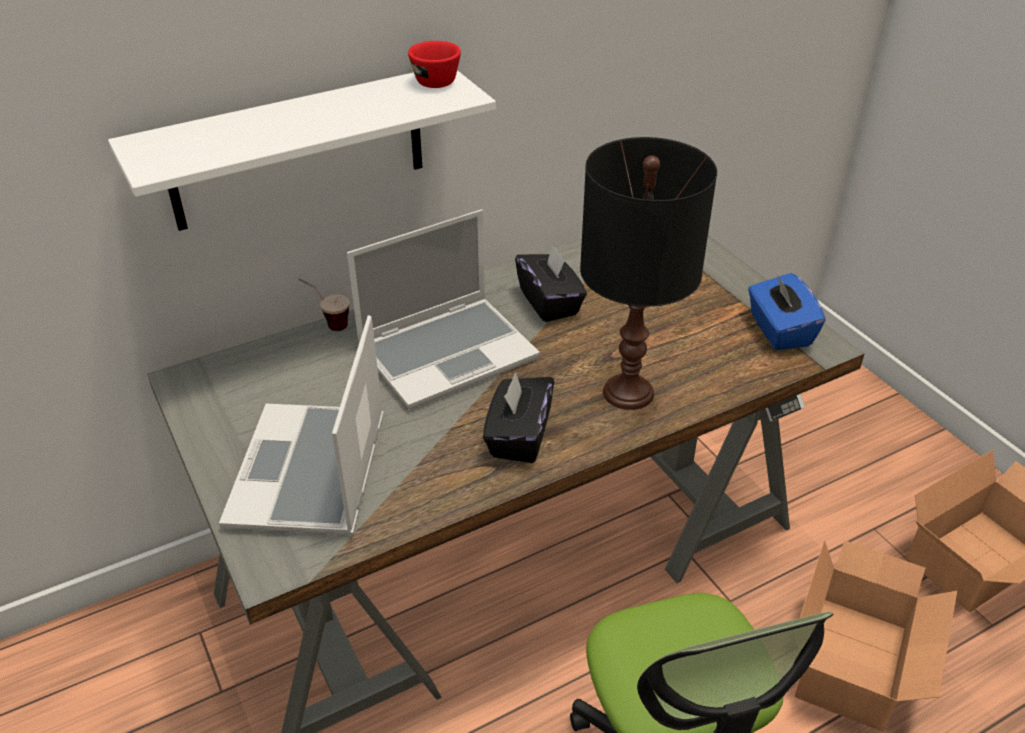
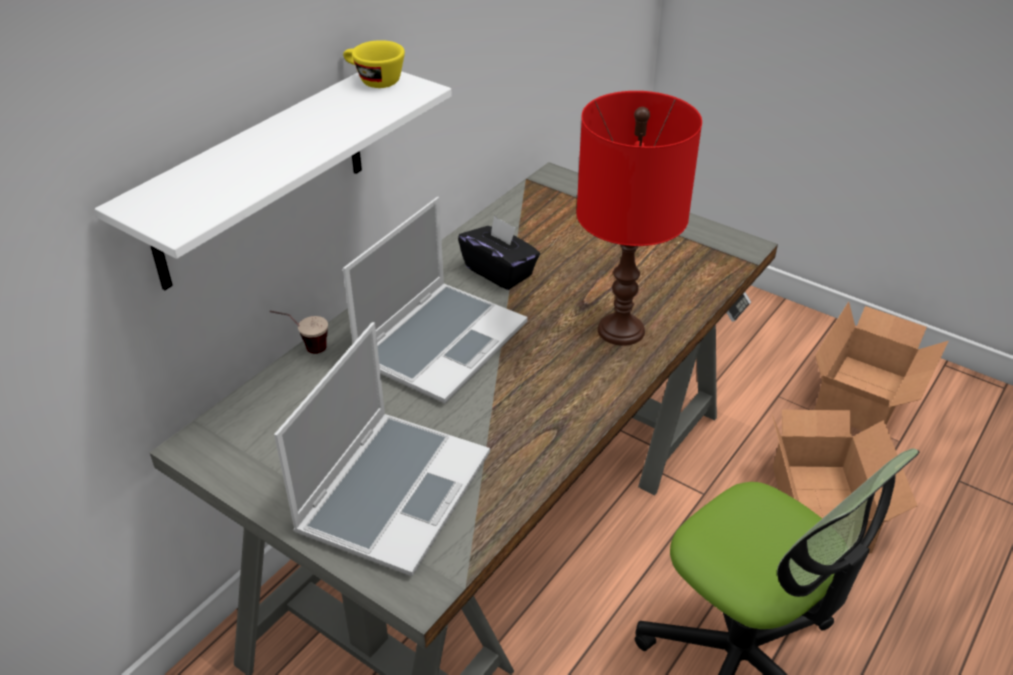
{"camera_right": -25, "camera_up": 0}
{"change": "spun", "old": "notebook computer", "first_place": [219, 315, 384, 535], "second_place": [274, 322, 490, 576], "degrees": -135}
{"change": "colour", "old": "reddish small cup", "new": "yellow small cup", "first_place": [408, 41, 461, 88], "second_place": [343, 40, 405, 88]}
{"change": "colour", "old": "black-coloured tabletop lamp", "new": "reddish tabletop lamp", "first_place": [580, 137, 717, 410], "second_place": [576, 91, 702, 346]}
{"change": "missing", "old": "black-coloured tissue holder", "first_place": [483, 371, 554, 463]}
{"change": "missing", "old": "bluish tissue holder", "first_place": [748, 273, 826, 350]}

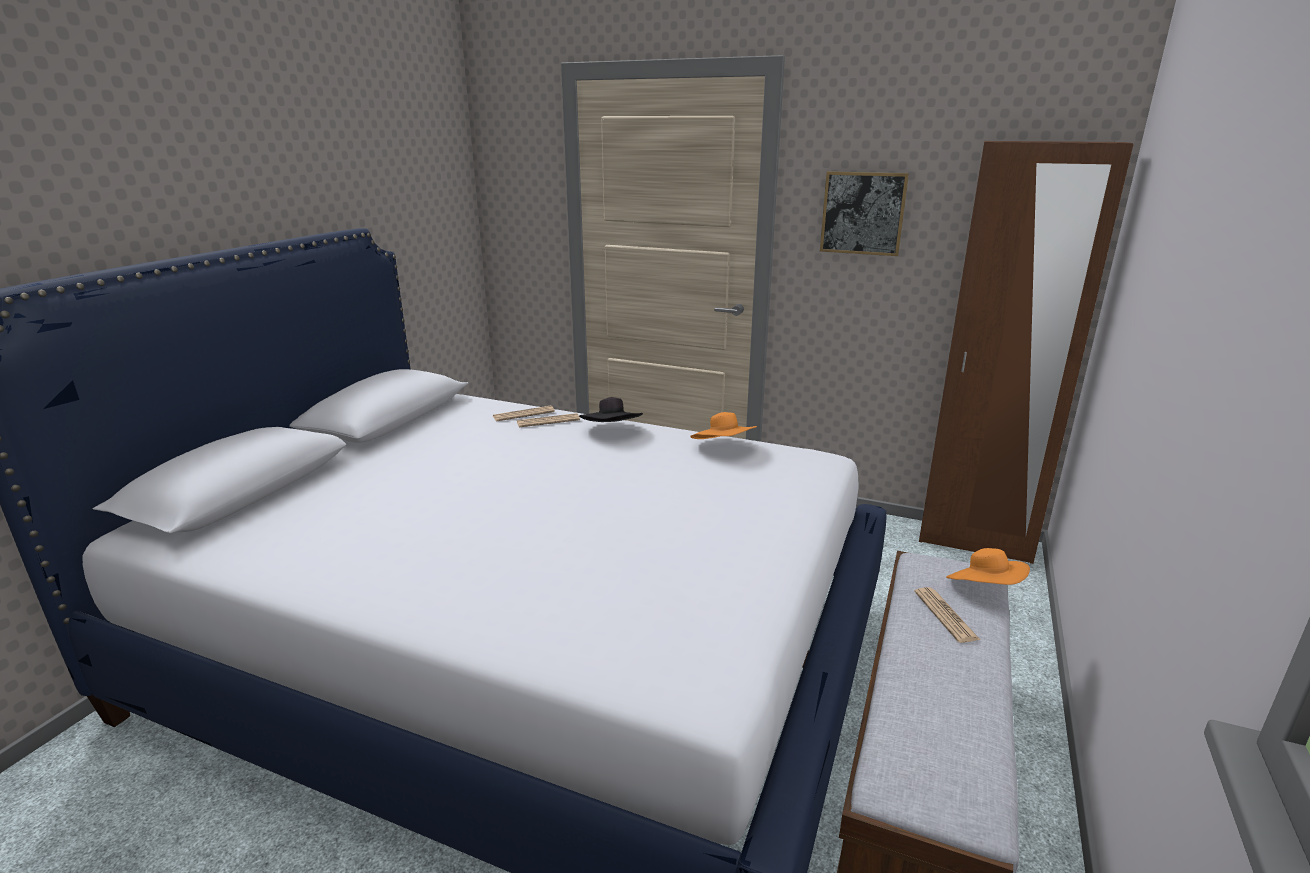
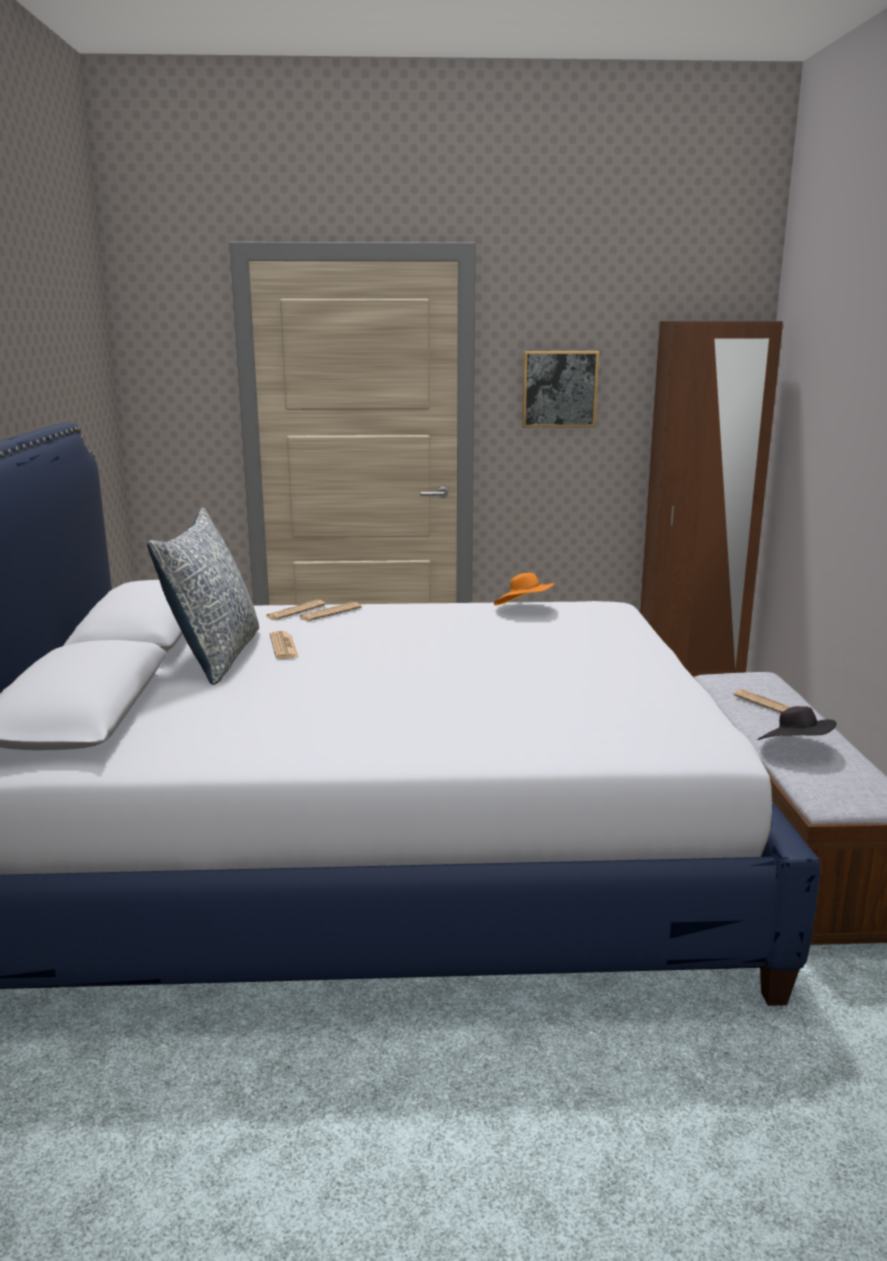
{"camera_right": -25, "camera_up": -5}
{"change": "appeared", "new": "throw pillow", "second_place": [147, 507, 259, 685]}
{"change": "appeared", "new": "daily paper", "second_place": [270, 631, 298, 659]}
{"change": "relocated", "old": "black-coloured clothing hat", "first_place": [579, 397, 643, 422], "second_place": [757, 706, 836, 740]}
{"change": "missing", "old": "orange-coloured clothing hat", "first_place": [946, 548, 1030, 585]}

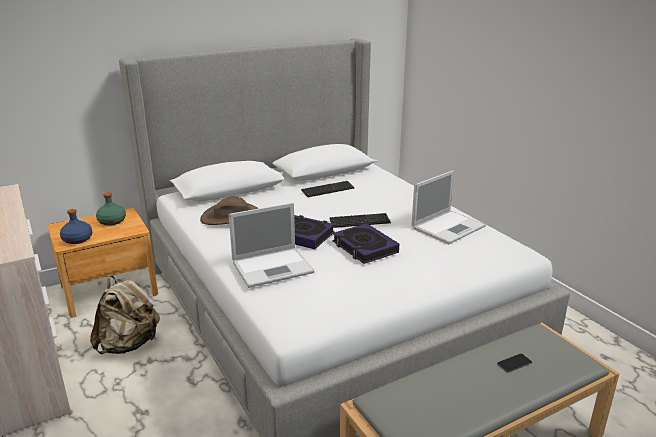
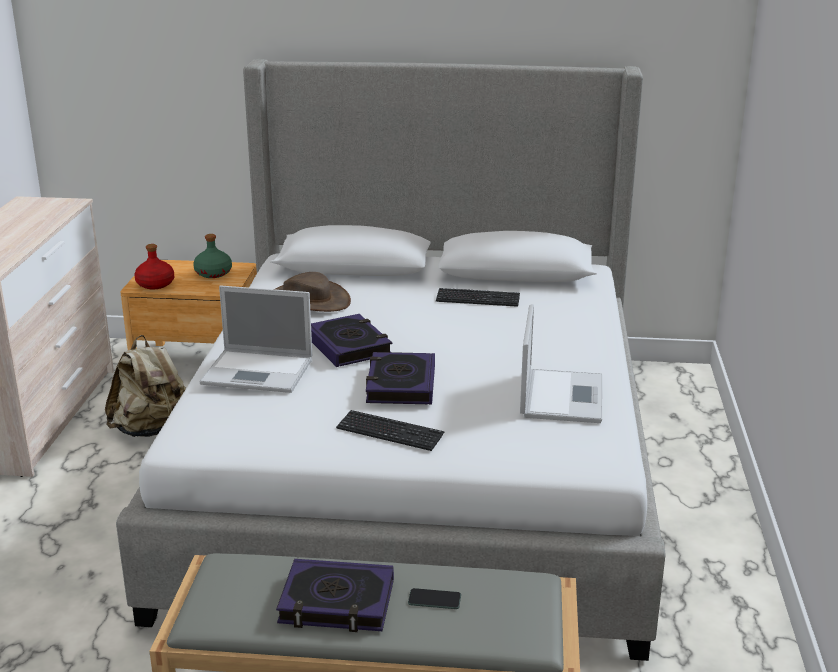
{"camera_right": 35, "camera_up": 0}
{"change": "colour", "old": "bluish bottle", "new": "reddish bottle", "first_place": [60, 209, 92, 244], "second_place": [134, 244, 174, 289]}
{"change": "appeared", "new": "volume", "second_place": [276, 559, 394, 632]}
{"change": "relocated", "old": "computer keyboard", "first_place": [329, 213, 391, 228], "second_place": [336, 410, 444, 451]}
{"change": "spun", "old": "notebook computer", "first_place": [411, 170, 486, 244], "second_place": [520, 304, 602, 423], "degrees": -75}

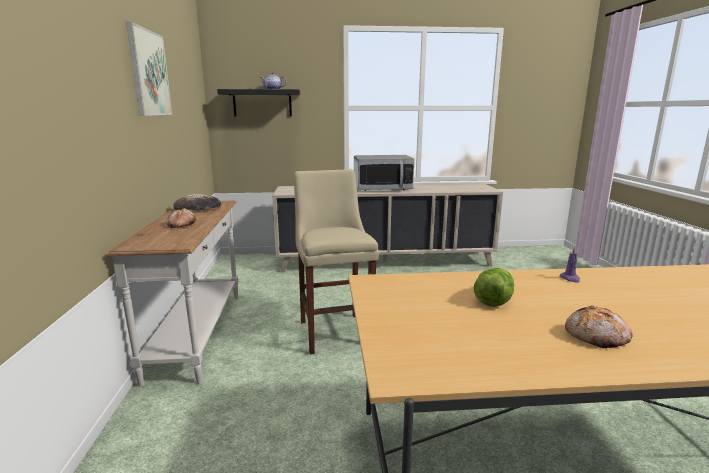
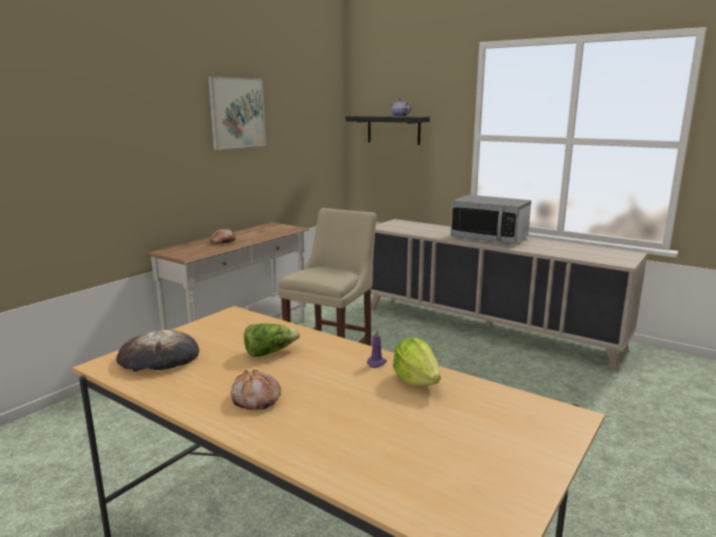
{"camera_right": 40, "camera_up": 0}
{"change": "relocated", "old": "baked bread", "first_place": [173, 193, 221, 210], "second_place": [116, 330, 199, 372]}
{"change": "appeared", "new": "lettuce", "second_place": [393, 337, 441, 387]}

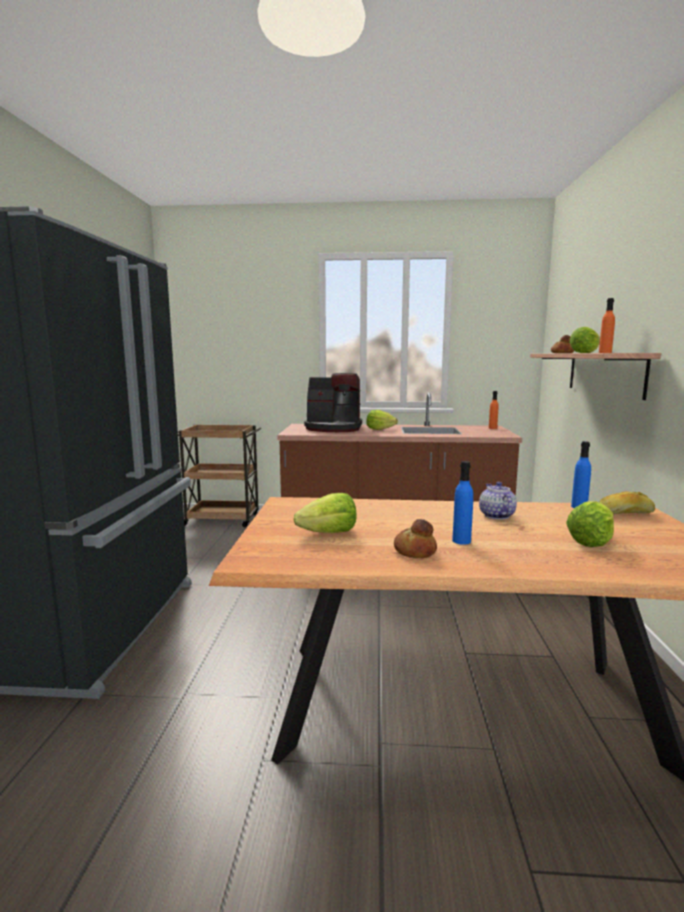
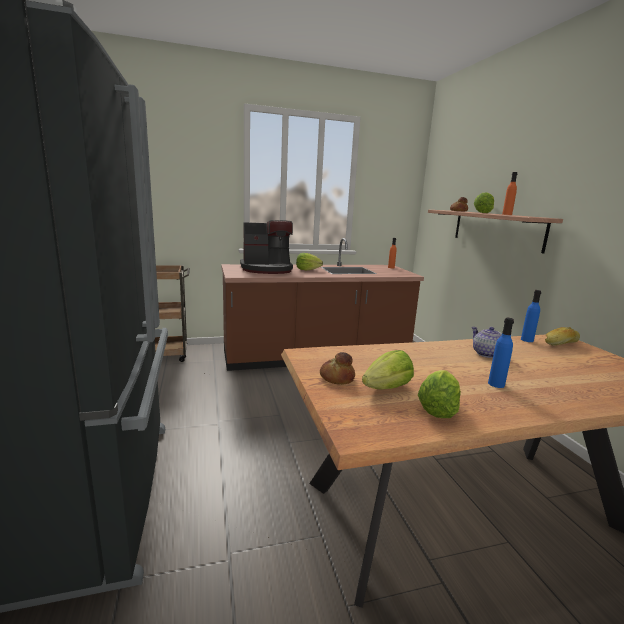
{"camera_right": -20, "camera_up": 5}
{"change": "relocated", "old": "baked bread", "first_place": [394, 519, 437, 558], "second_place": [320, 352, 355, 385]}
{"change": "relocated", "old": "lettuce", "first_place": [566, 502, 614, 547], "second_place": [418, 370, 461, 418]}

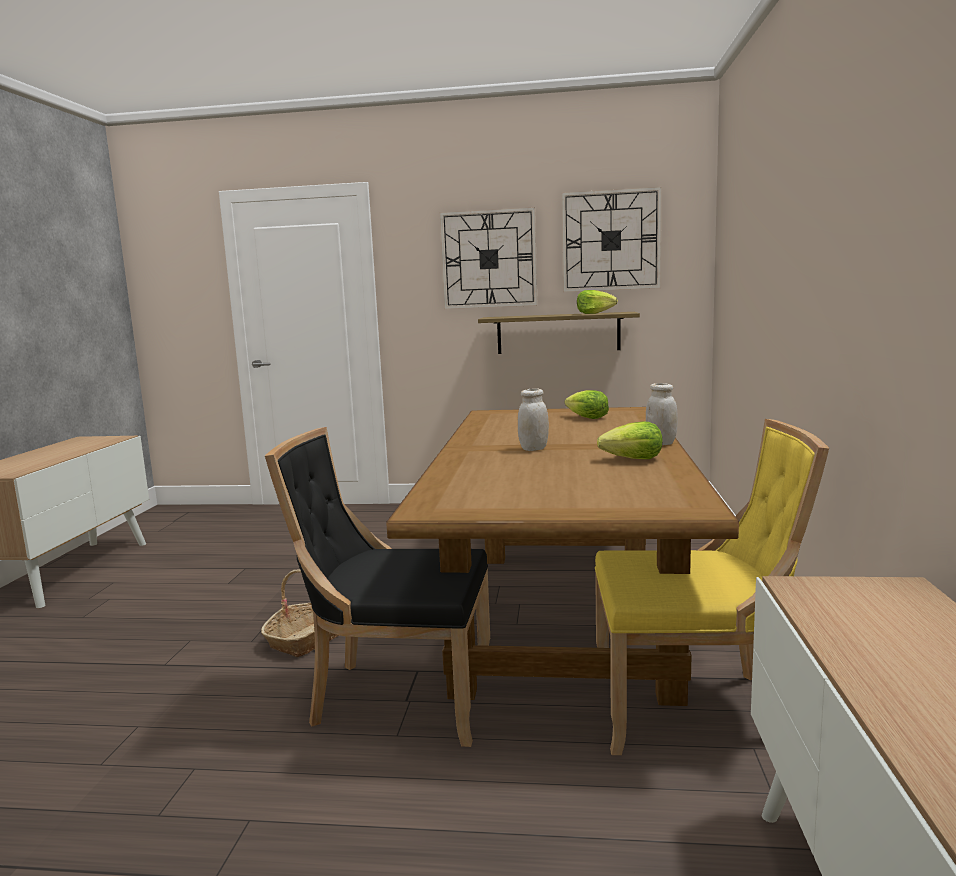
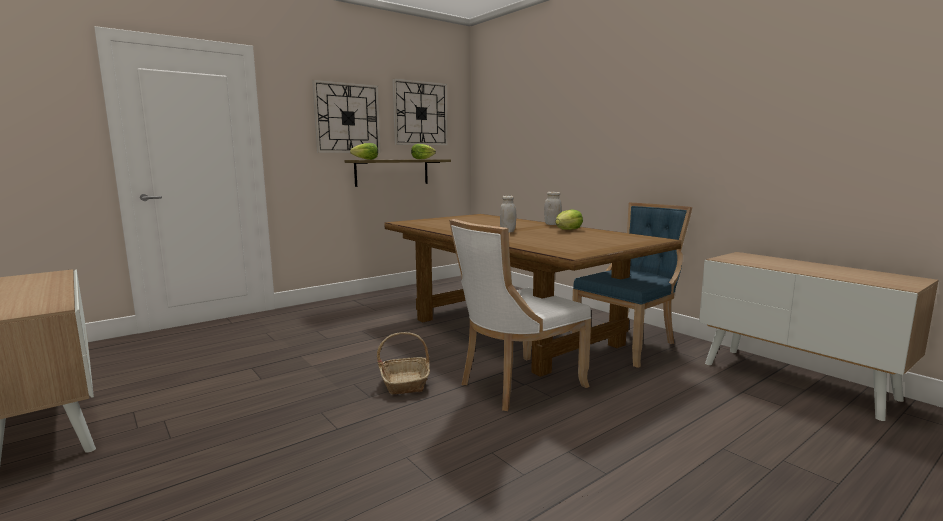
{"camera_right": -45, "camera_up": 0}
{"change": "relocated", "old": "lettuce", "first_place": [565, 390, 609, 419], "second_place": [350, 143, 378, 160]}
{"change": "colour", "old": "black-coloured upright chair", "new": "white upright chair", "first_place": [265, 427, 490, 747], "second_place": [449, 219, 591, 411]}
{"change": "colour", "old": "yellow upright chair", "new": "bluish upright chair", "first_place": [595, 419, 829, 755], "second_place": [572, 203, 692, 368]}

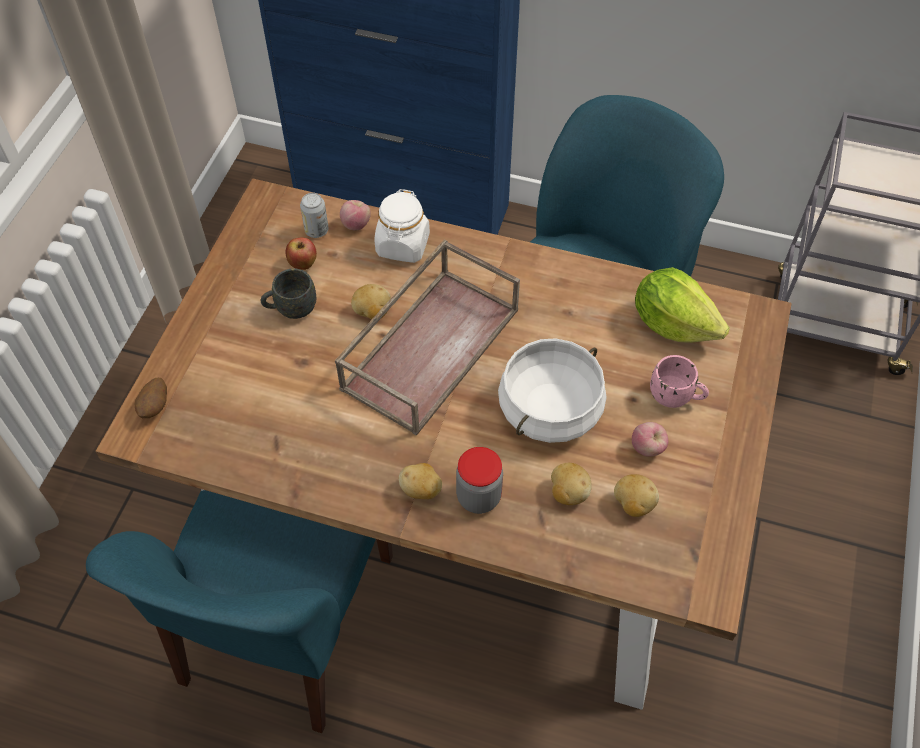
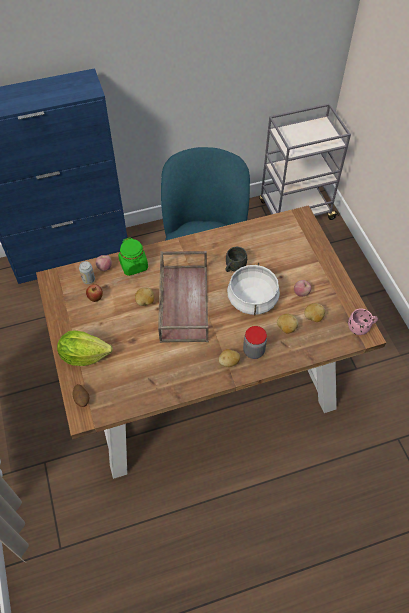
{"camera_right": -35, "camera_up": 0}
{"change": "relocated", "old": "lettuce", "first_place": [635, 267, 730, 343], "second_place": [57, 331, 113, 366]}
{"change": "colour", "old": "white storage jar", "new": "greenish storage jar", "first_place": [374, 189, 430, 263], "second_place": [118, 237, 148, 276]}
{"change": "relocated", "old": "gray coffee mug", "first_place": [261, 269, 317, 319], "second_place": [226, 247, 247, 272]}
{"change": "relocated", "old": "pink coffee mug", "first_place": [650, 355, 709, 408], "second_place": [348, 309, 378, 335]}
{"change": "missing", "old": "bluish upright chair", "first_place": [86, 490, 393, 733]}

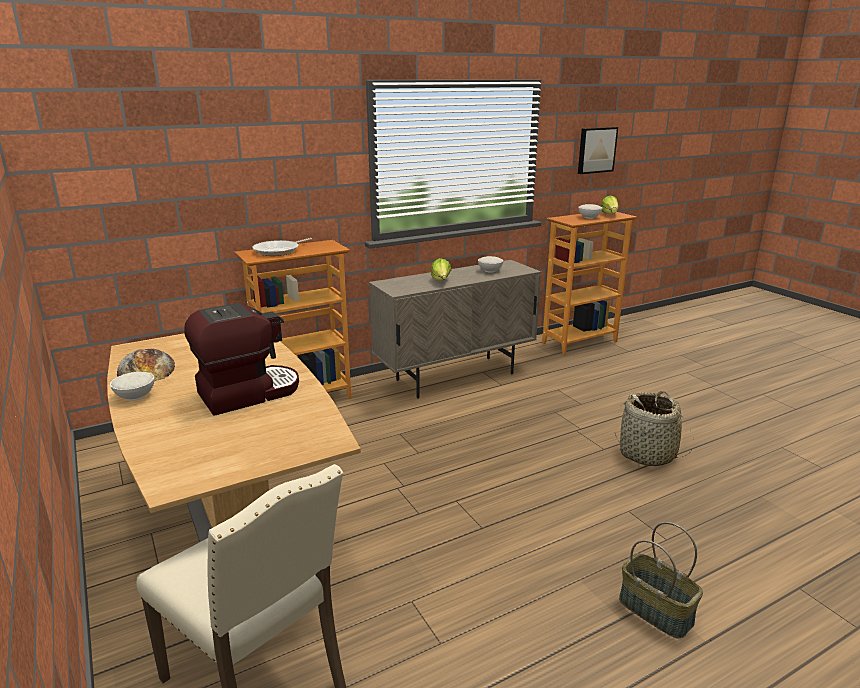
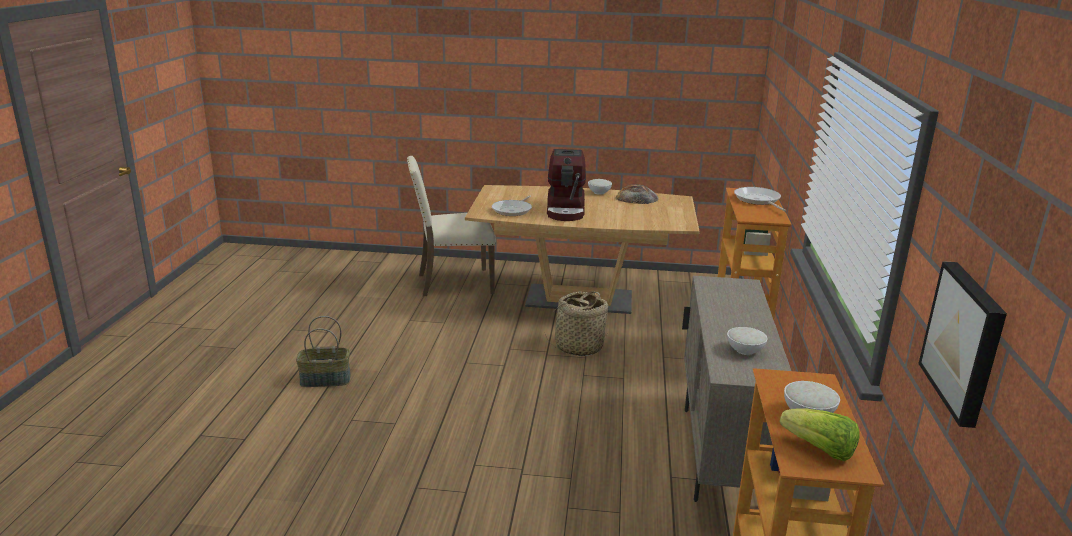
{"camera_right": 125, "camera_up": 0}
{"change": "appeared", "new": "frying pan", "second_place": [492, 195, 532, 216]}
{"change": "relocated", "old": "storage basket", "first_place": [615, 391, 694, 466], "second_place": [545, 291, 608, 356]}
{"change": "missing", "old": "lettuce", "first_place": [431, 258, 451, 281]}

